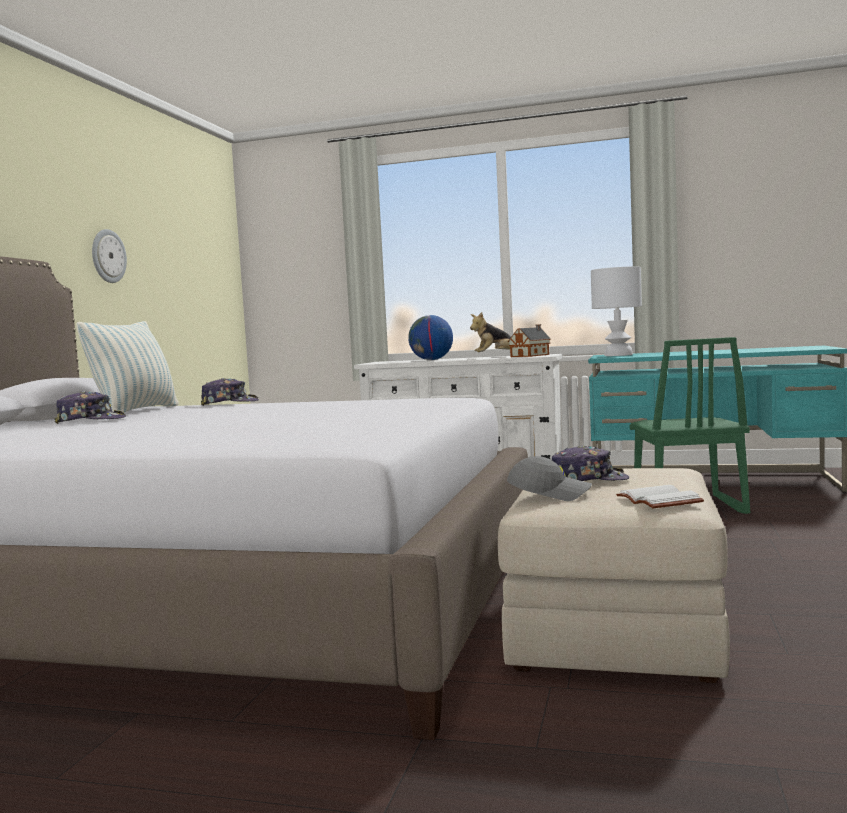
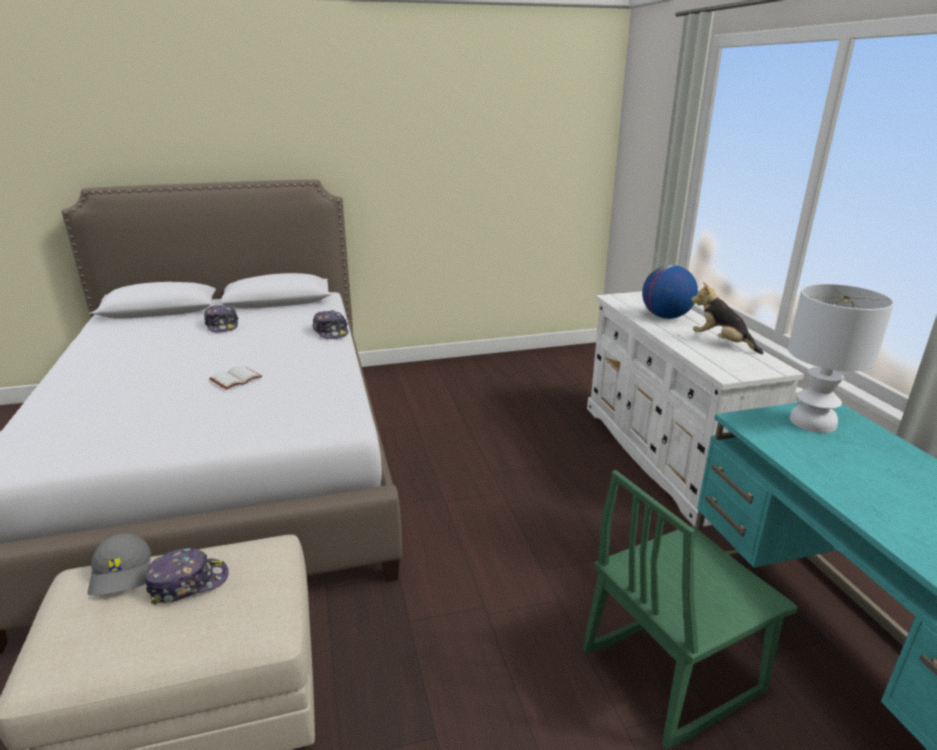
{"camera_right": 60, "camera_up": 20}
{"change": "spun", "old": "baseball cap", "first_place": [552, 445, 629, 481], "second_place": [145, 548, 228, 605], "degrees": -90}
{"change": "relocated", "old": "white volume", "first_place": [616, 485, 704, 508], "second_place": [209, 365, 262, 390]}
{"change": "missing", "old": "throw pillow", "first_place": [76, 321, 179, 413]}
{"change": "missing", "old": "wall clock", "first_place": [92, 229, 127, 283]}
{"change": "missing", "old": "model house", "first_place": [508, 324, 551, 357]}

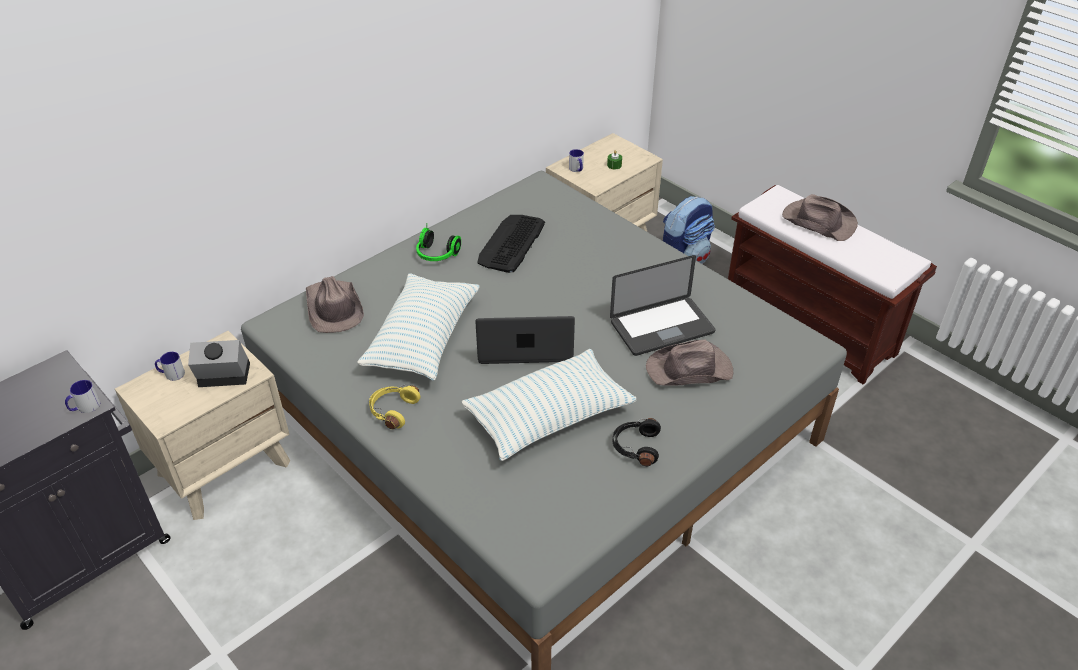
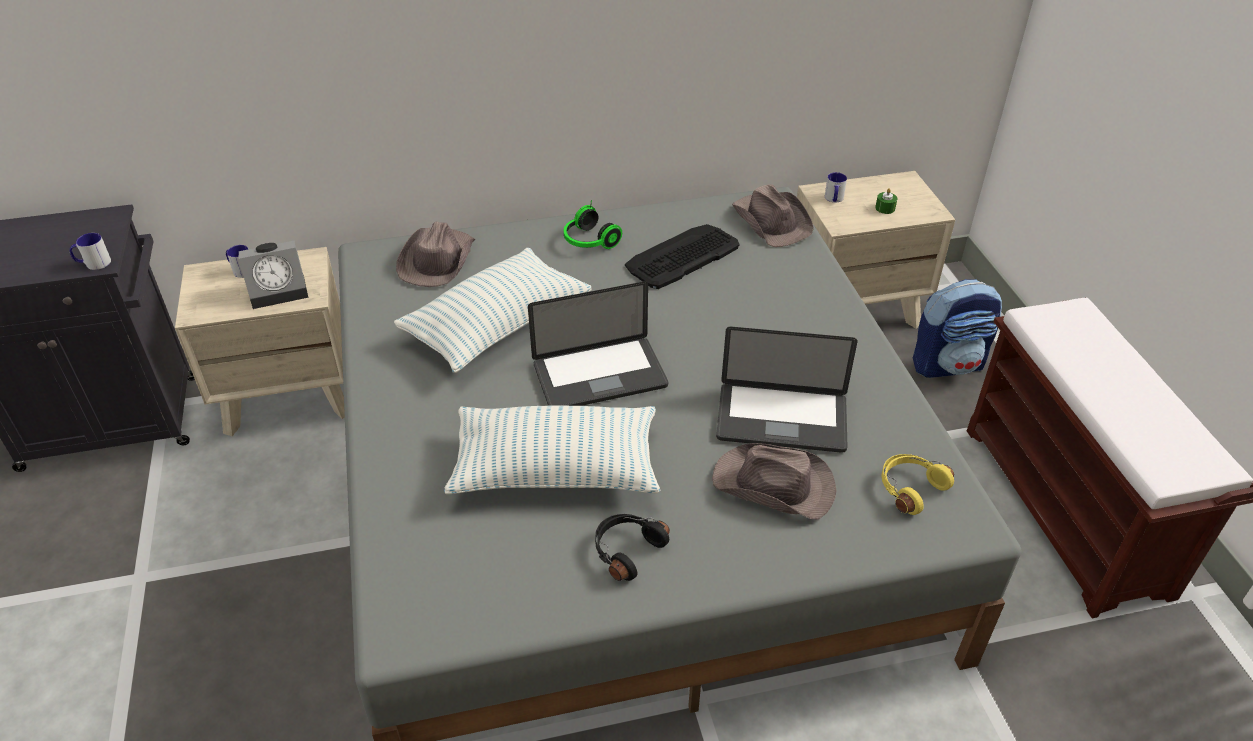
{"camera_right": 30, "camera_up": 0}
{"change": "spun", "old": "table clock", "first_place": [188, 340, 250, 387], "second_place": [239, 241, 308, 309], "degrees": 135}
{"change": "spun", "old": "notebook computer", "first_place": [475, 316, 575, 364], "second_place": [528, 281, 668, 406], "degrees": 135}
{"change": "relocated", "old": "brownish clothing hat", "first_place": [782, 194, 858, 241], "second_place": [732, 184, 814, 247]}
{"change": "relocated", "old": "yellow headset", "first_place": [369, 385, 420, 429], "second_place": [881, 454, 954, 515]}

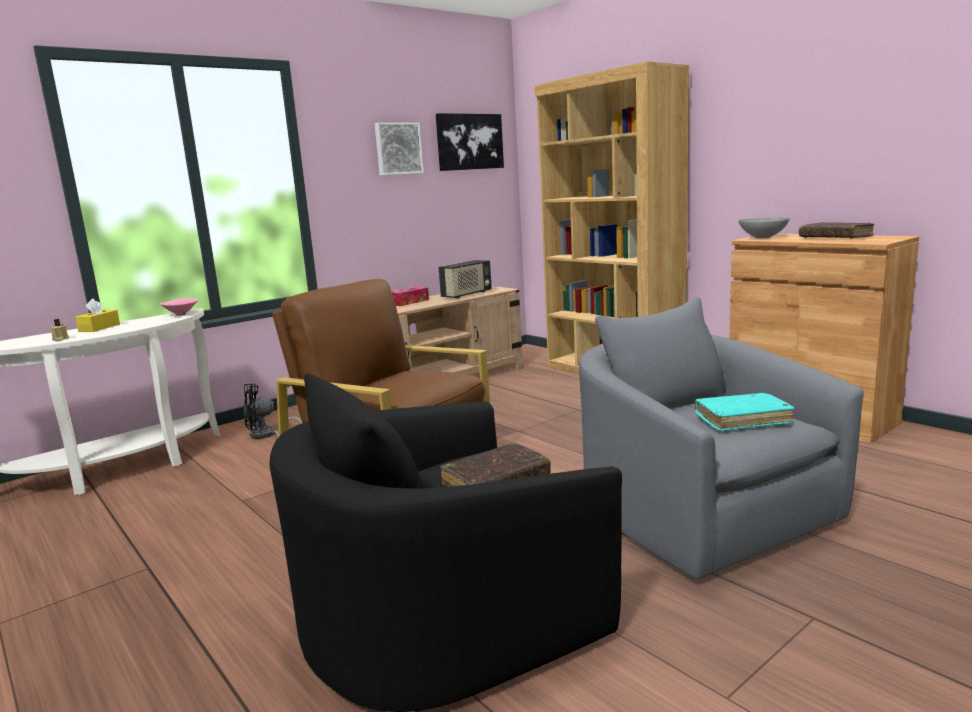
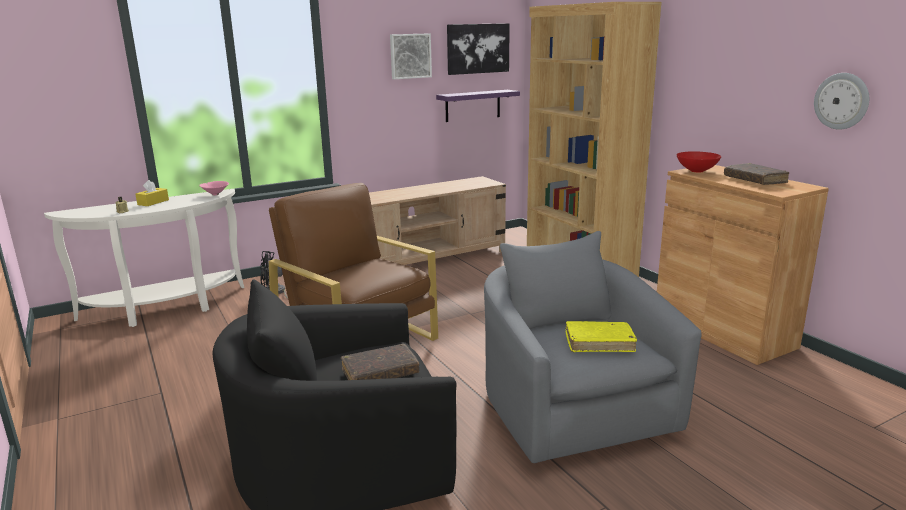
{"camera_right": 10, "camera_up": 5}
{"change": "appeared", "new": "purple-coloured bracket shelf", "second_place": [436, 90, 520, 122]}
{"change": "colour", "old": "turquoise volume", "new": "yellow volume", "first_place": [695, 393, 795, 432], "second_place": [566, 321, 637, 352]}
{"change": "colour", "old": "gray deep dish", "new": "reddish deep dish", "first_place": [739, 218, 790, 238], "second_place": [677, 151, 721, 172]}
{"change": "appeared", "new": "wall clock", "second_place": [814, 73, 869, 130]}
{"change": "missing", "old": "tissue holder", "first_place": [391, 286, 429, 306]}
{"change": "missing", "old": "radio", "first_place": [439, 260, 492, 298]}

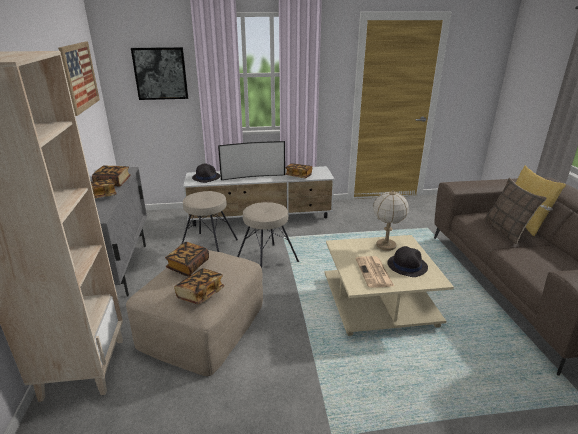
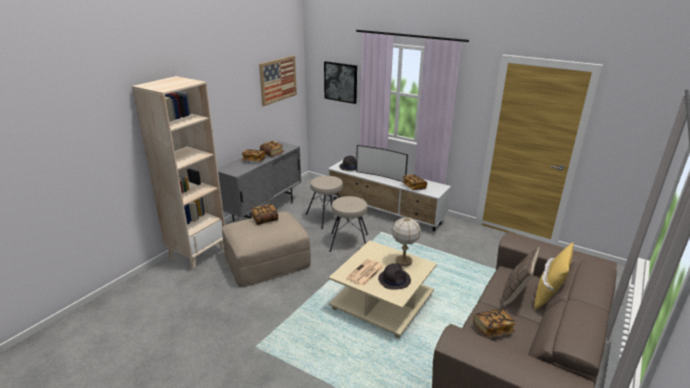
{"camera_right": 40, "camera_up": 0}
{"change": "relocated", "old": "volume", "first_place": [174, 268, 224, 304], "second_place": [473, 309, 516, 337]}

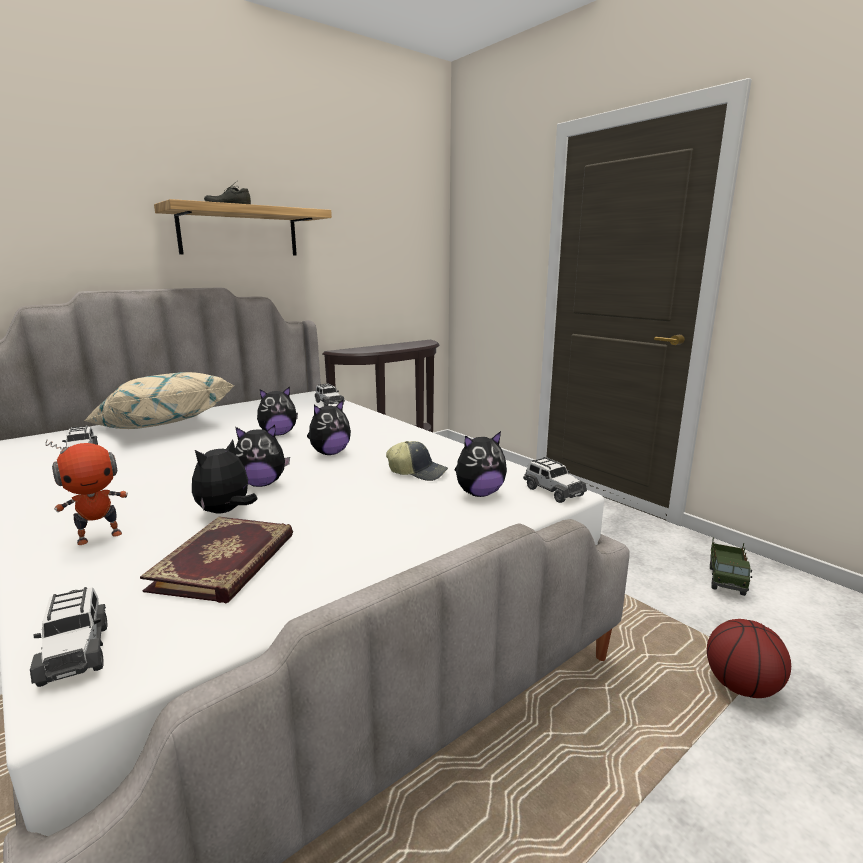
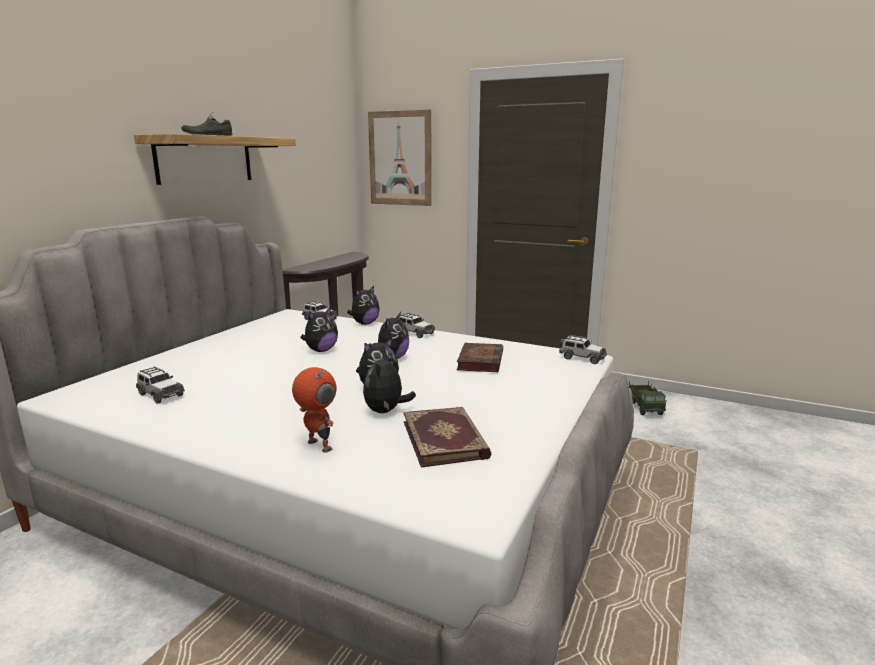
{"camera_right": -25, "camera_up": 0}
{"change": "spun", "old": "toy robot", "first_place": [45, 440, 128, 545], "second_place": [292, 367, 337, 453], "degrees": -75}
{"change": "relocated", "old": "soft toy", "first_place": [455, 431, 507, 497], "second_place": [347, 286, 380, 325]}
{"change": "appeared", "new": "wall picture", "second_place": [368, 110, 432, 206]}
{"change": "relocated", "old": "model car", "first_place": [30, 587, 108, 687], "second_place": [400, 313, 435, 338]}
{"change": "exchanged", "old": "baseball cap", "new": "volume", "first_place": [386, 441, 448, 481], "second_place": [456, 343, 503, 372]}
{"change": "missing", "old": "beige throw pillow", "first_place": [84, 372, 235, 429]}
{"change": "missing", "old": "basketball", "first_place": [707, 619, 791, 698]}

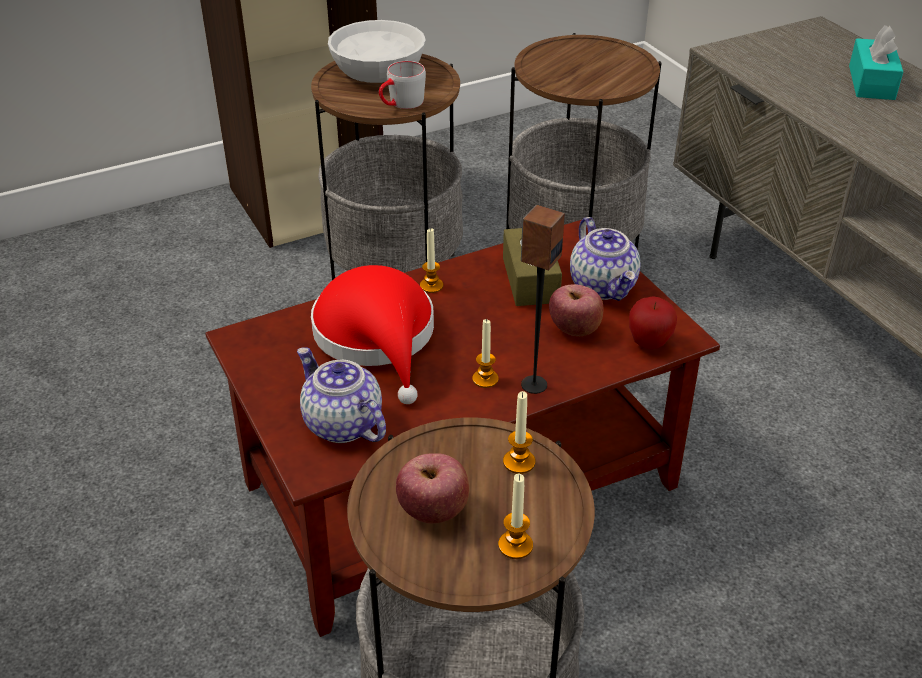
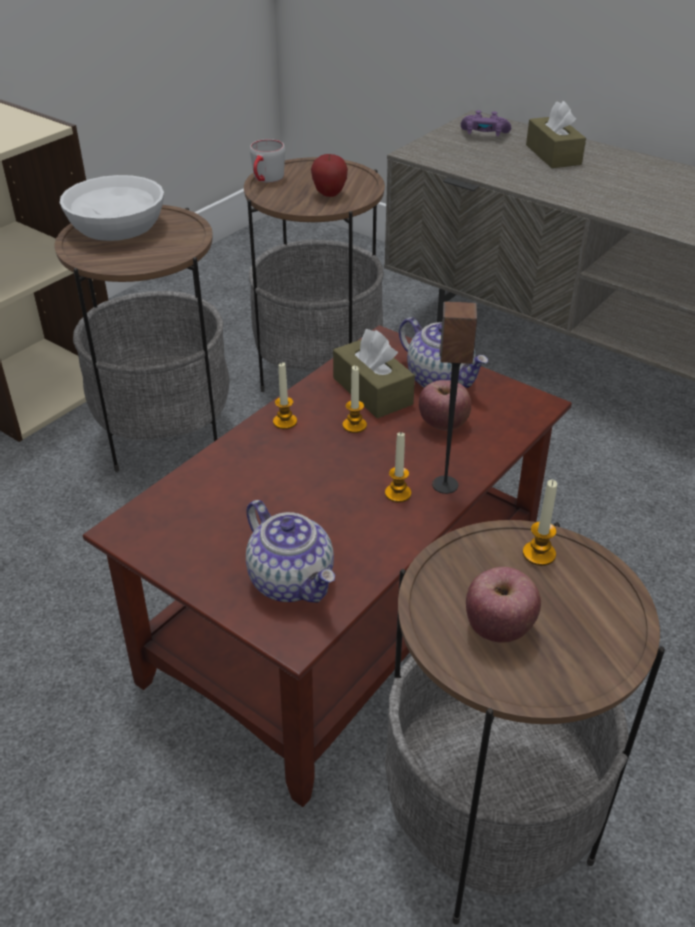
{"camera_right": -25, "camera_up": 0}
{"change": "spun", "old": "pot for tea", "first_place": [297, 347, 386, 443], "second_place": [246, 500, 335, 603], "degrees": -150}
{"change": "relocated", "old": "gray coffee mug", "first_place": [379, 61, 426, 109], "second_place": [250, 139, 285, 182]}
{"change": "relocated", "old": "whole apple", "first_place": [629, 296, 677, 349], "second_place": [311, 154, 348, 197]}
{"change": "relocated", "old": "wax light", "first_place": [498, 474, 533, 559], "second_place": [343, 366, 367, 433]}
{"change": "appeared", "new": "purple-coloured gamepad", "second_place": [461, 110, 511, 137]}
{"change": "colour", "old": "turquoise tissue holder", "new": "brownish tissue holder", "first_place": [849, 25, 903, 100], "second_place": [526, 101, 586, 168]}
{"change": "missing", "old": "reddish clothing hat", "first_place": [311, 265, 434, 404]}

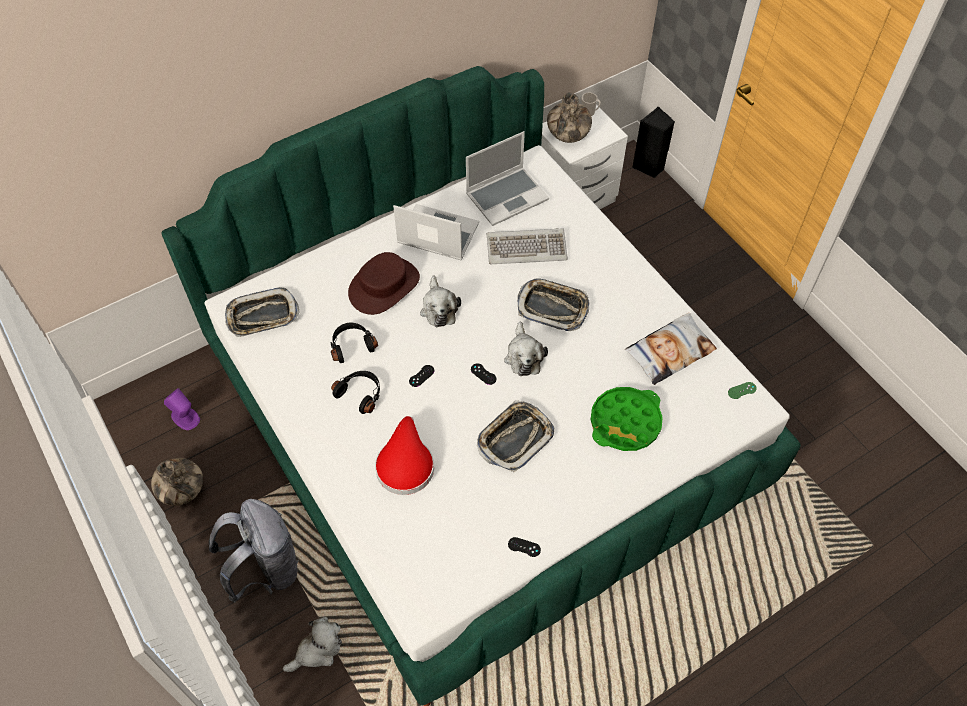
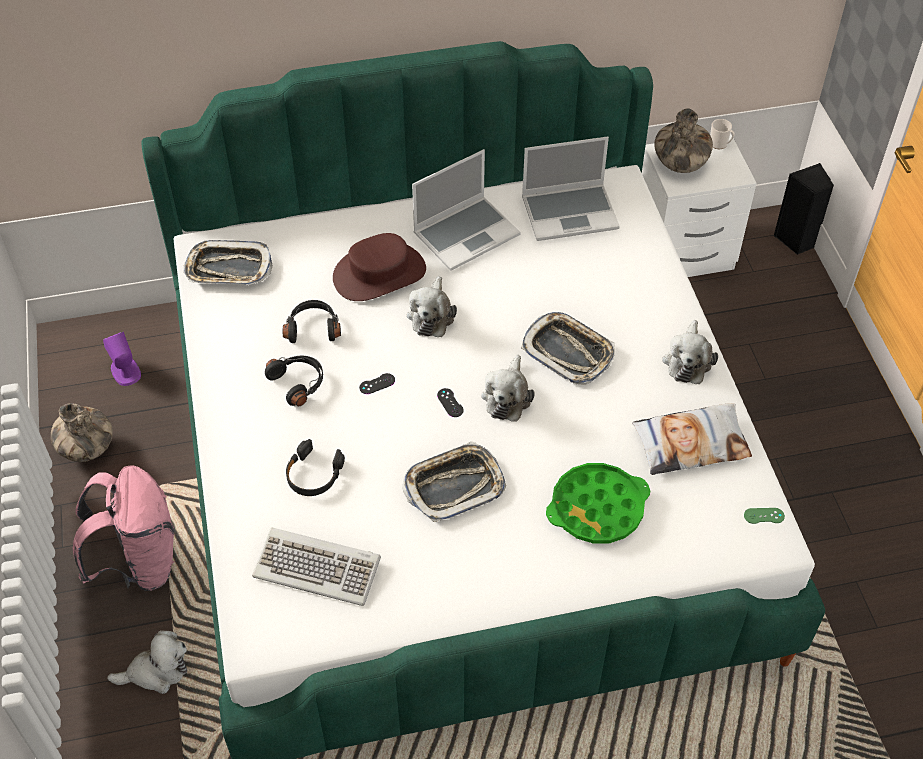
{"camera_right": 20, "camera_up": -5}
{"change": "colour", "old": "gray backpack", "new": "pink backpack", "first_place": [209, 499, 299, 603], "second_place": [72, 465, 175, 591]}
{"change": "relocated", "old": "computer keyboard", "first_place": [487, 228, 568, 264], "second_place": [252, 528, 381, 606]}
{"change": "exchanged", "old": "reddish clothing hat", "new": "black-coloured headset", "first_place": [375, 416, 434, 495], "second_place": [286, 439, 345, 496]}
{"change": "spun", "old": "notebook computer", "first_place": [393, 204, 479, 260], "second_place": [412, 149, 521, 271], "degrees": 105}
{"change": "appeared", "new": "soft toy", "second_place": [662, 320, 718, 384]}
{"change": "missing", "old": "black-coloured gamepad", "first_place": [508, 537, 541, 557]}

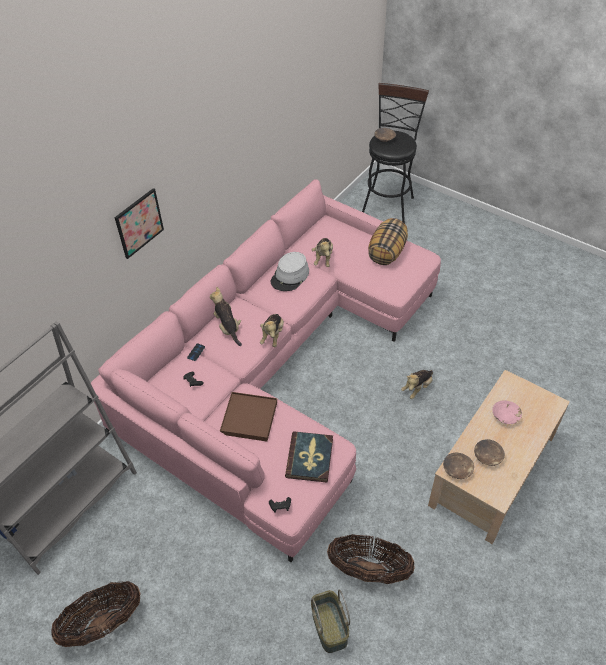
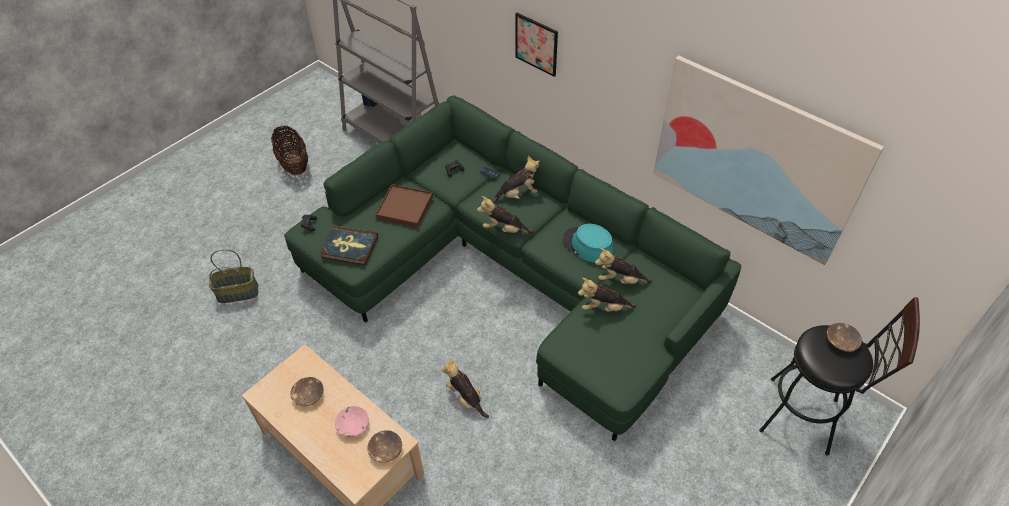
{"camera_right": 95, "camera_up": 0}
{"change": "colour", "old": "pink settee", "new": "greenish settee", "first_place": [91, 179, 441, 562], "second_place": [284, 96, 742, 441]}
{"change": "relocated", "old": "brownish deep dish", "first_place": [443, 453, 474, 479], "second_place": [368, 430, 402, 463]}
{"change": "colour", "old": "gray clothing hat", "new": "turquoise clothing hat", "first_place": [271, 252, 309, 291], "second_place": [563, 224, 614, 263]}
{"change": "appeared", "new": "soft toy", "second_place": [578, 278, 636, 312]}
{"change": "appeared", "new": "wall picture", "second_place": [653, 56, 884, 265]}
{"change": "missing", "old": "storage basket", "first_place": [327, 534, 414, 584]}
{"change": "missing", "old": "throw pillow", "first_place": [368, 218, 408, 265]}

